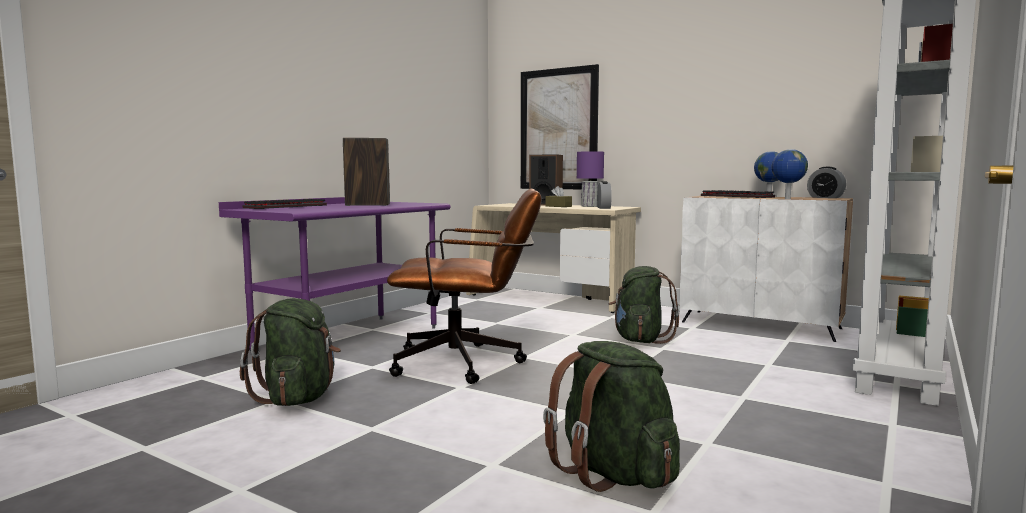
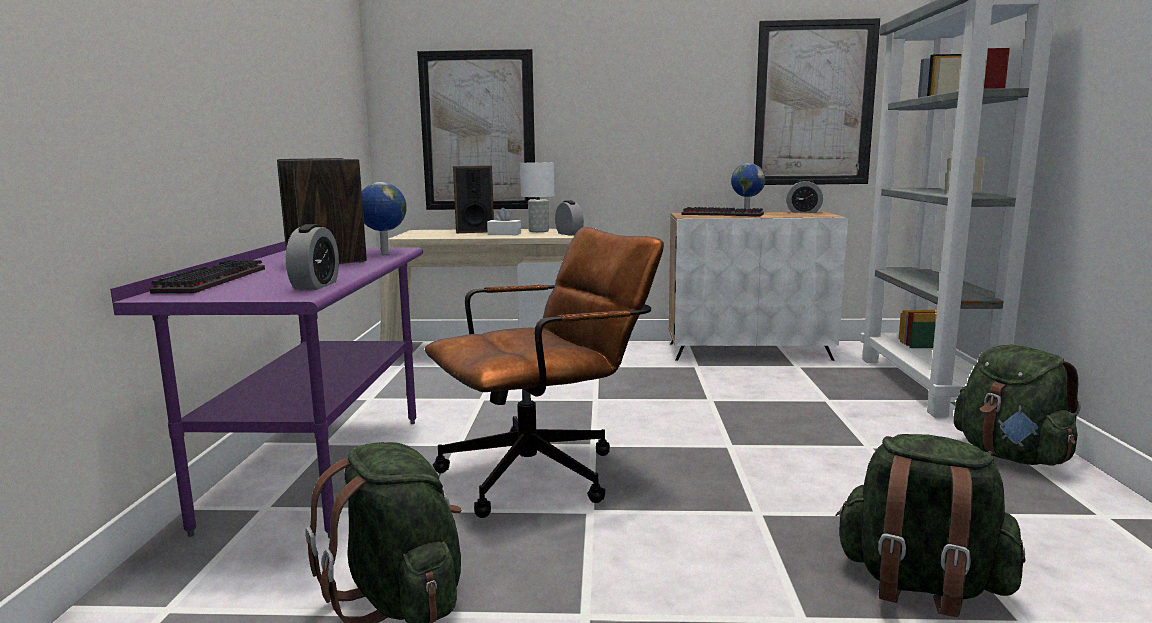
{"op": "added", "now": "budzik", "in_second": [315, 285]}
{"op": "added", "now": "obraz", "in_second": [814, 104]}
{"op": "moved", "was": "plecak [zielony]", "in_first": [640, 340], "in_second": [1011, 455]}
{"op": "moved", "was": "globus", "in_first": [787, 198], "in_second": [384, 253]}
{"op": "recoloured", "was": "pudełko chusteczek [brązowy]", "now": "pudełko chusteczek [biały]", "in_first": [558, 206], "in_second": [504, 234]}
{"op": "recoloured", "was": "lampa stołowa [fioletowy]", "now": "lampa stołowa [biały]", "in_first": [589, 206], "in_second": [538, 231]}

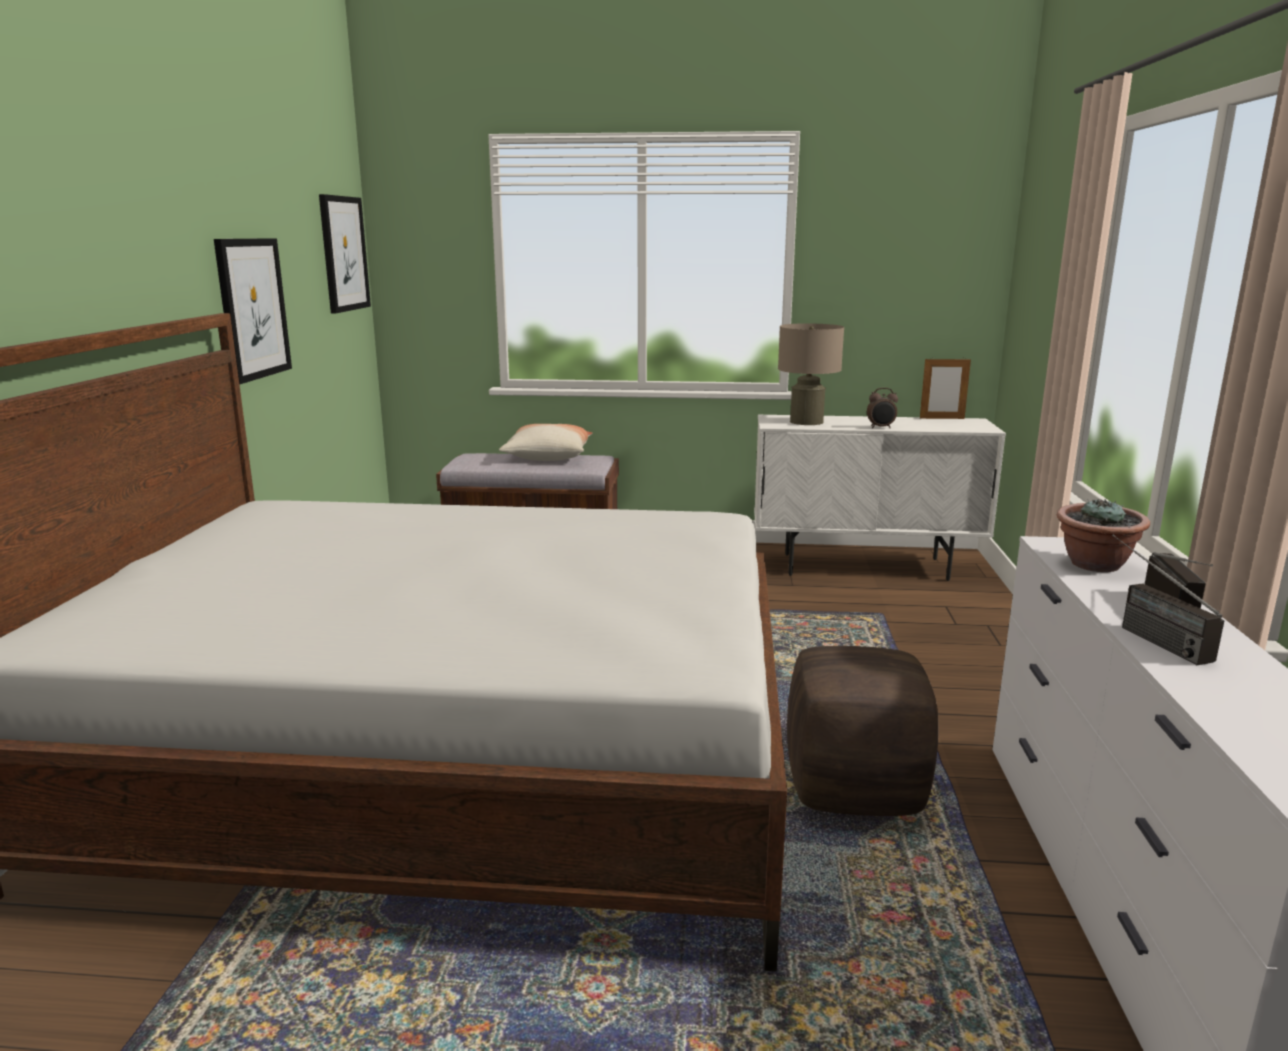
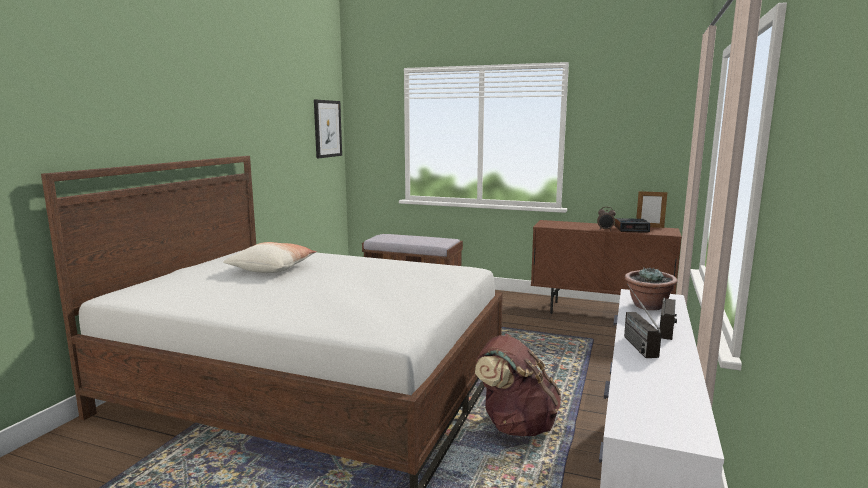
{"op": "removed", "was": "obraz", "in_first": [252, 308]}
{"op": "removed", "was": "lampa stołowa [beżowy]", "in_first": [806, 422]}
{"op": "added", "now": "budzik", "in_second": [631, 229]}
{"op": "moved", "was": "poduszka", "in_first": [548, 456], "in_second": [272, 268]}
{"op": "replaced", "was": "pufa [brązowy]", "now": "plecak [brązowy]", "in_first": [853, 788], "in_second": [515, 425]}
{"op": "recoloured", "was": "szafka [biały]", "now": "szafka [brązowy]", "in_first": [865, 567], "in_second": [599, 313]}

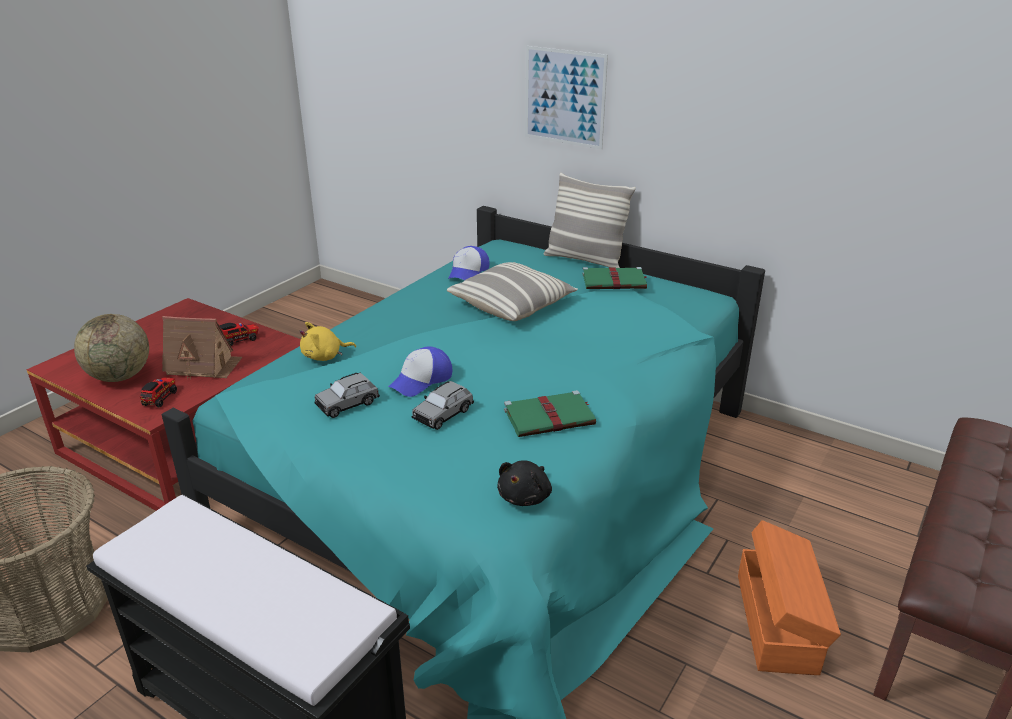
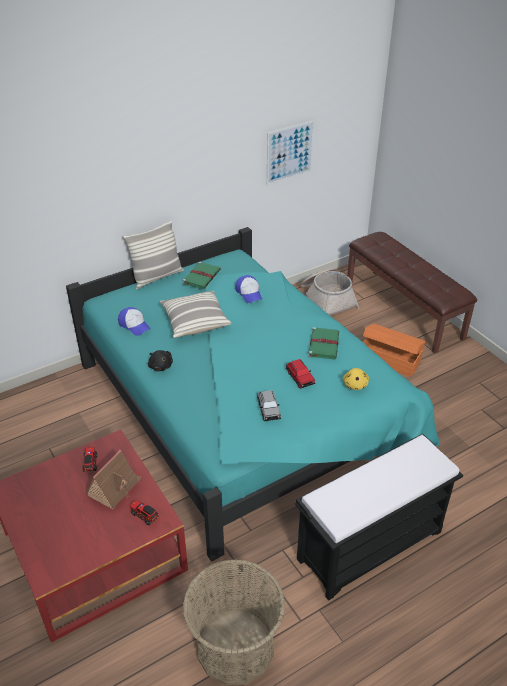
{"op": "removed", "was": "globus", "in_first": [120, 376]}
{"op": "added", "now": "koszyk", "in_second": [327, 299]}
{"op": "moved", "was": "pluszak [żółty]", "in_first": [325, 356], "in_second": [355, 384]}
{"op": "moved", "was": "czapka z daszkiem", "in_first": [421, 380], "in_second": [249, 293]}
{"op": "moved", "was": "pluszak [czarny]", "in_first": [526, 497], "in_second": [160, 366]}
{"op": "moved", "was": "obraz", "in_first": [564, 97], "in_second": [289, 152]}
{"op": "recoloured", "was": "samochodzik [szary]", "now": "samochodzik [czerwony]", "in_first": [443, 414], "in_second": [300, 378]}

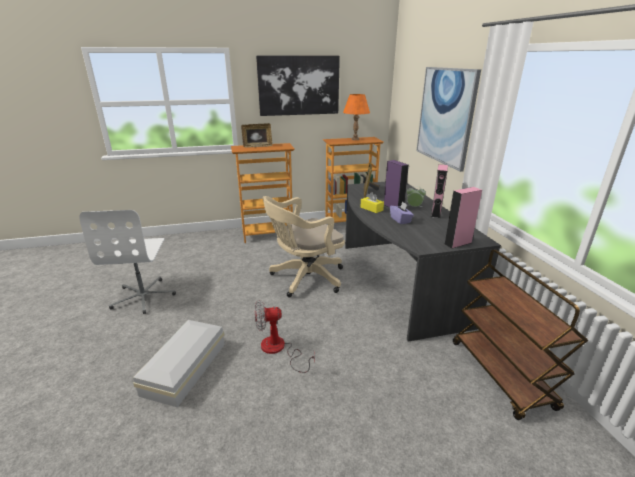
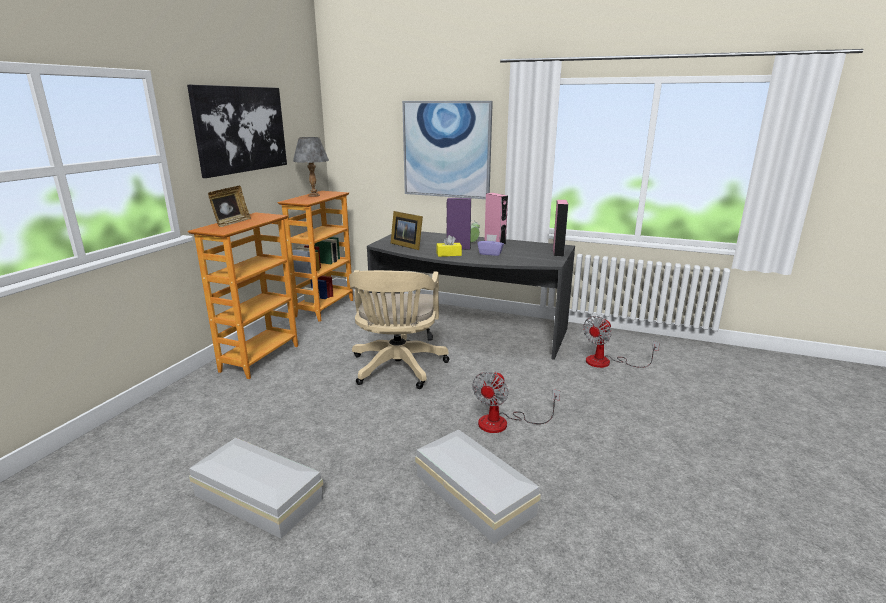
{"op": "removed", "was": "wózek [brązowy]", "in_first": [501, 374]}
{"op": "added", "now": "wentylator", "in_second": [607, 362]}
{"op": "replaced", "was": "krzesło biurowe [biały]", "now": "pojemnik do przechowywania [biały]", "in_first": [144, 296], "in_second": [258, 499]}
{"op": "recoloured", "was": "lampa stołowa [pomarańczowy]", "now": "lampa stołowa [szary]", "in_first": [355, 139], "in_second": [314, 195]}

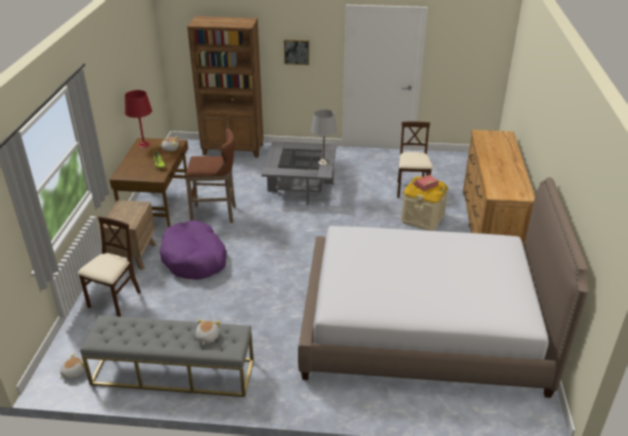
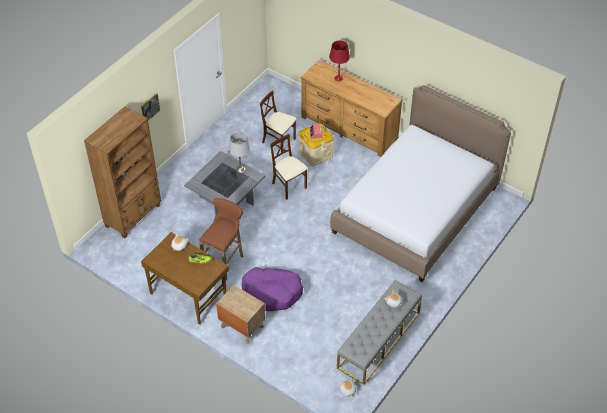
{"op": "moved", "was": "krzesło [beżowy]", "in_first": [115, 300], "in_second": [289, 186]}
{"op": "moved", "was": "lampa stołowa [czerwony]", "in_first": [144, 145], "in_second": [338, 78]}

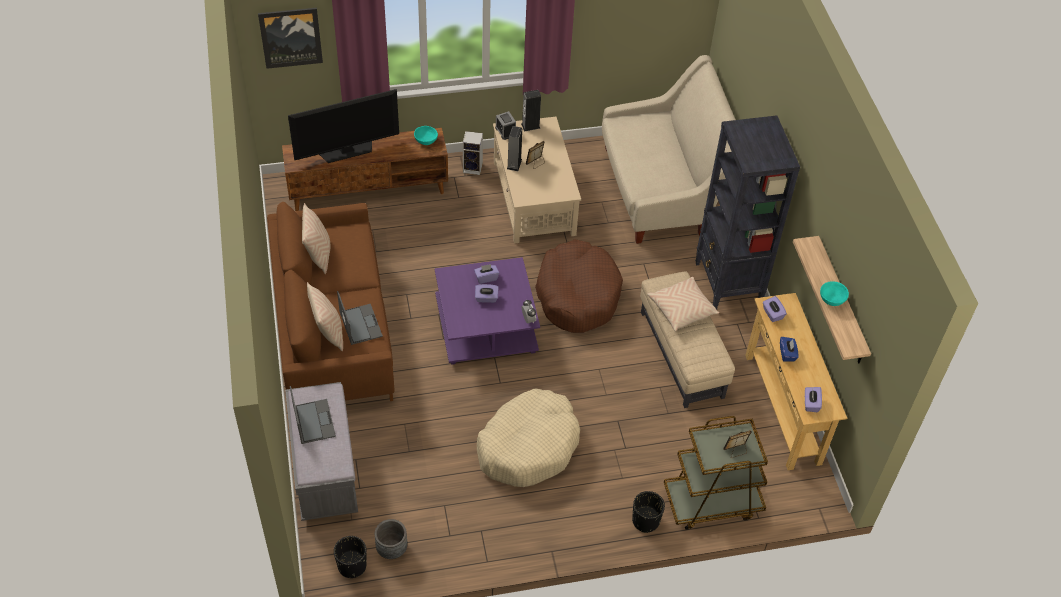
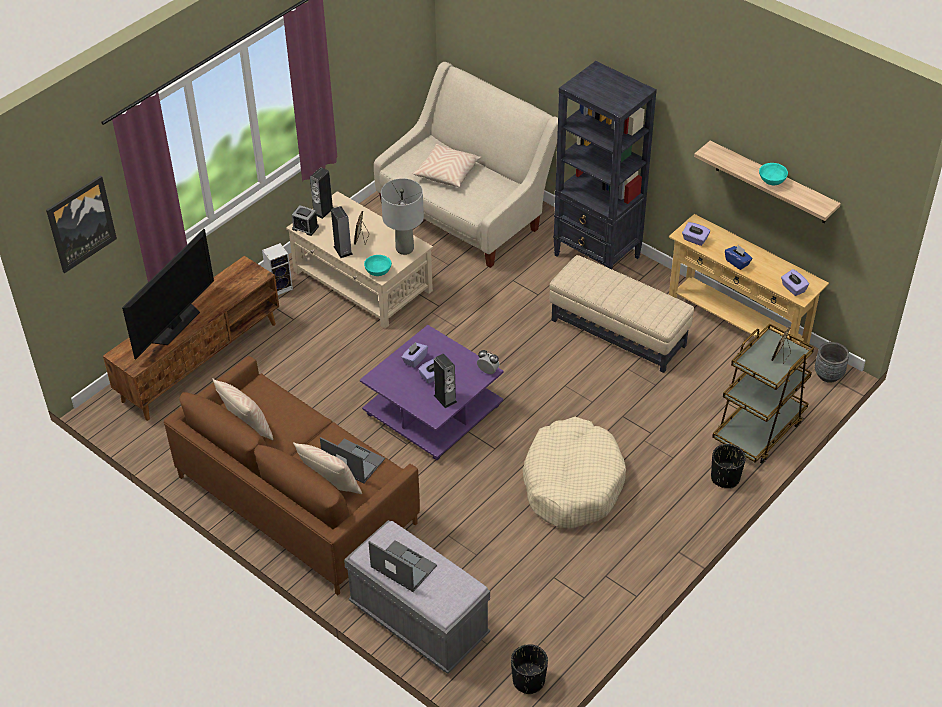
{"op": "removed", "was": "legowisko [brązowy]", "in_first": [577, 295]}
{"op": "added", "now": "lampa stołowa [szary]", "in_second": [405, 248]}
{"op": "added", "now": "głośnik", "in_second": [445, 398]}
{"op": "moved", "was": "donica [szary]", "in_first": [391, 549], "in_second": [828, 375]}
{"op": "moved", "was": "miska [turkusowy]", "in_first": [426, 141], "in_second": [378, 272]}
{"op": "moved", "was": "poduszka [beżowy]", "in_first": [682, 309], "in_second": [447, 173]}

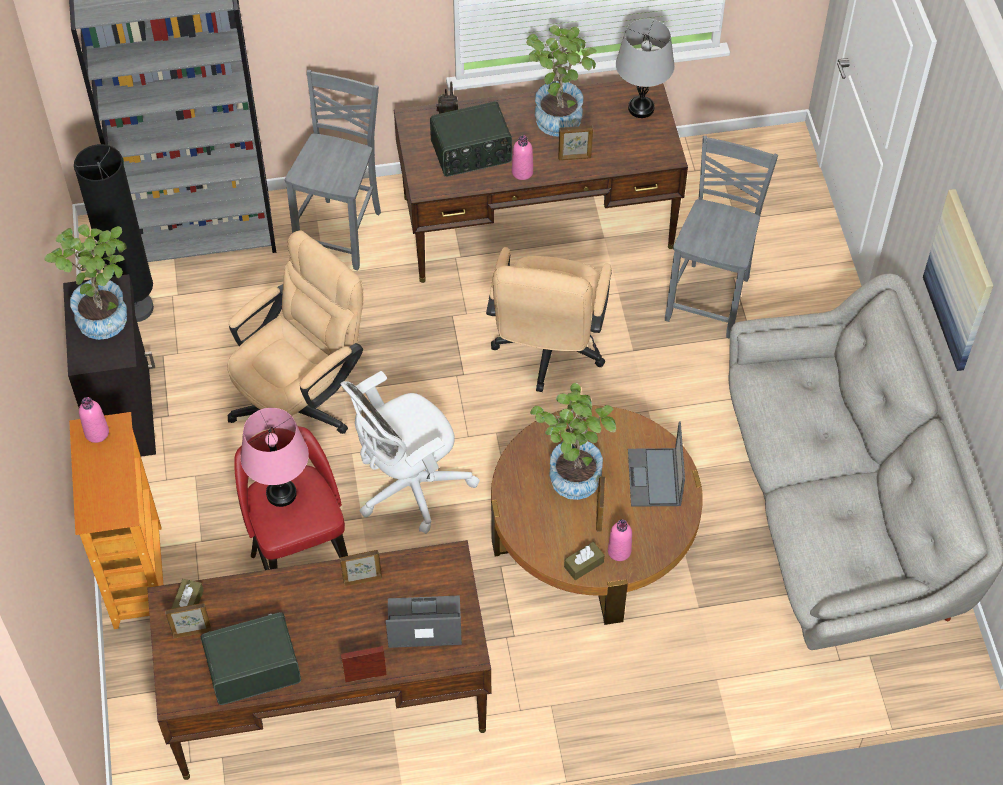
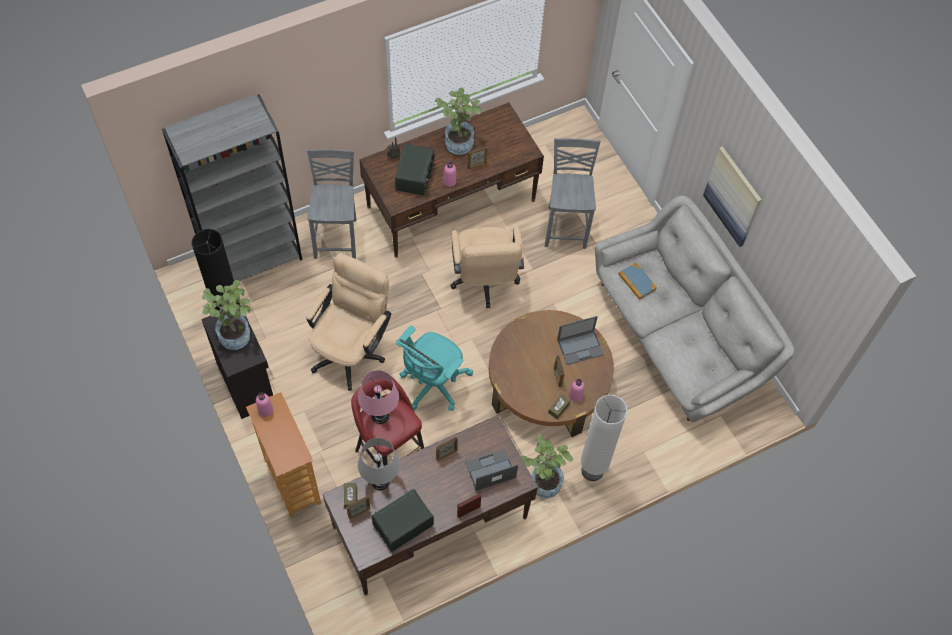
{"op": "added", "now": "lampa stojąca [biały]", "in_second": [592, 470]}
{"op": "added", "now": "książka", "in_second": [637, 282]}
{"op": "moved", "was": "roślina doniczkowa", "in_first": [572, 471], "in_second": [543, 480]}
{"op": "moved", "was": "lampa stołowa [szary]", "in_first": [641, 108], "in_second": [380, 481]}
{"op": "recoloured", "was": "krzesło biurowe [biały]", "now": "krzesło biurowe [turkusowy]", "in_first": [408, 488], "in_second": [432, 385]}
{"op": "turned", "was": "radio", "in_first": [471, 153], "in_second": [415, 176], "clockwise": -45}
{"op": "turned", "was": "laptop", "in_first": [654, 478], "in_second": [580, 347], "clockwise": -90}

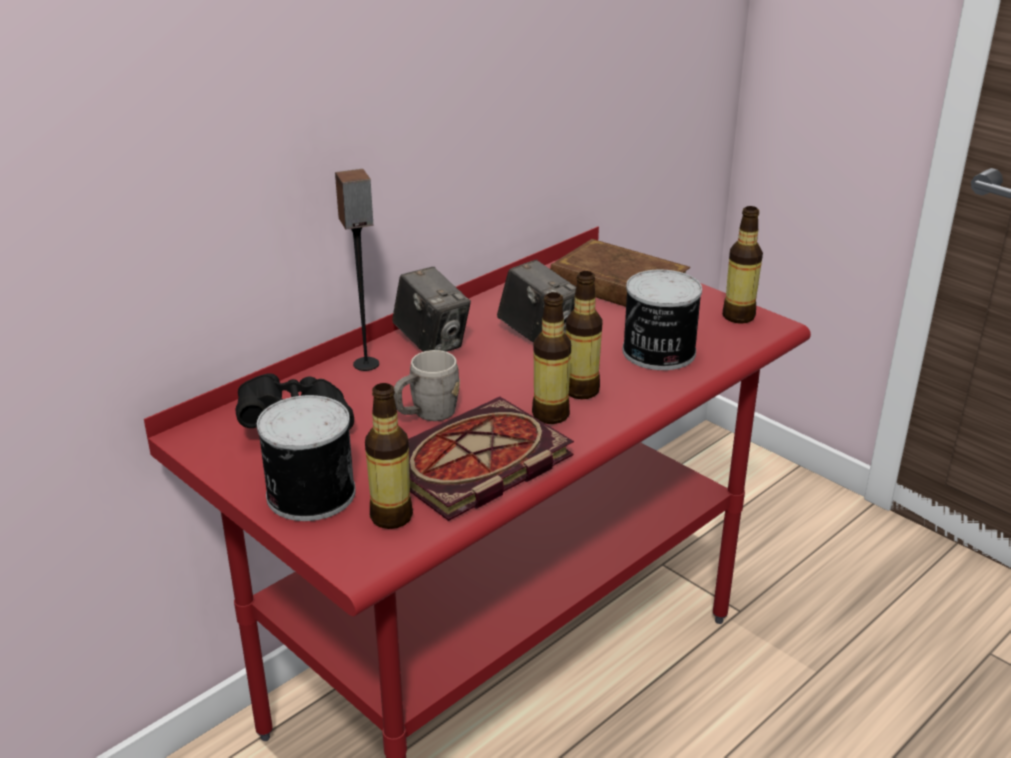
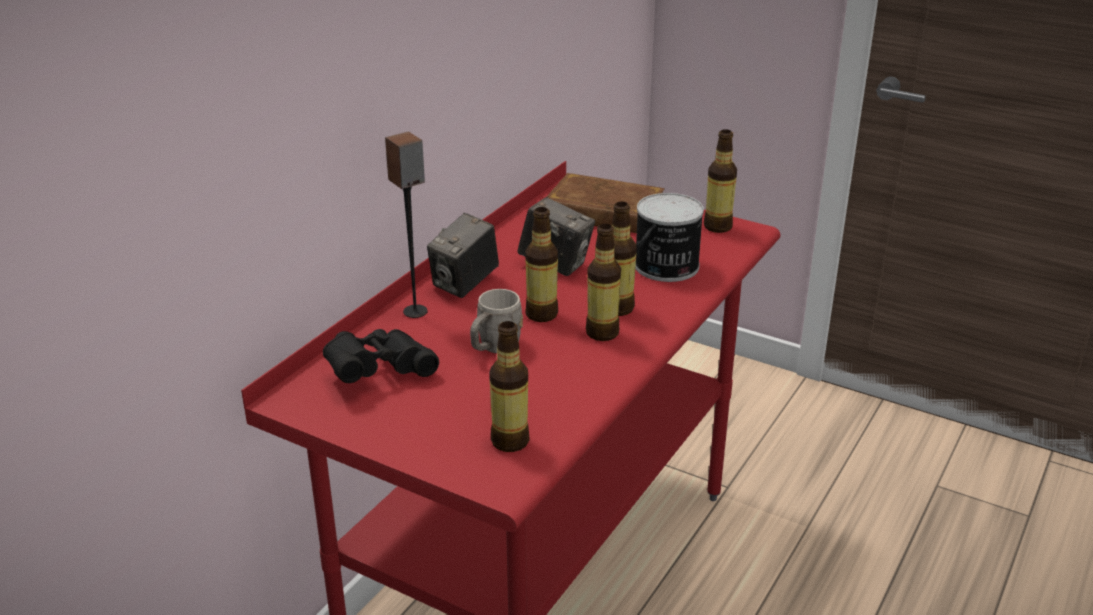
{"op": "removed", "was": "puszka", "in_first": [308, 493]}
{"op": "removed", "was": "książka", "in_first": [474, 466]}
{"op": "added", "now": "butelka", "in_second": [541, 314]}
{"op": "turned", "was": "aparat fotograficzny", "in_first": [432, 342], "in_second": [465, 284], "clockwise": 90}

